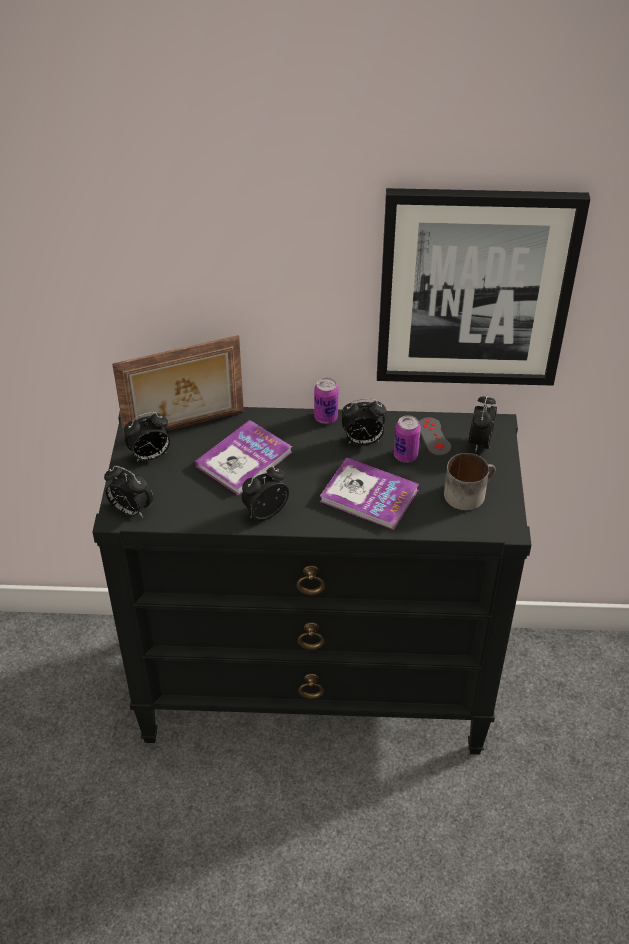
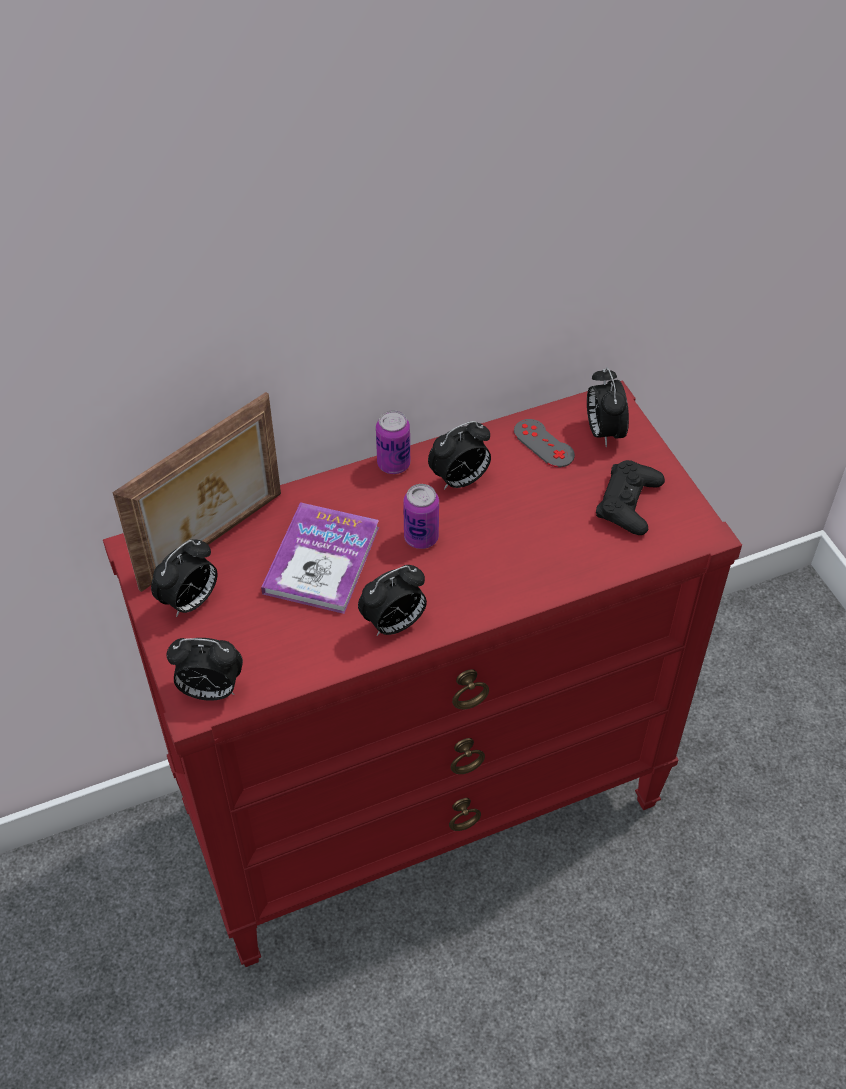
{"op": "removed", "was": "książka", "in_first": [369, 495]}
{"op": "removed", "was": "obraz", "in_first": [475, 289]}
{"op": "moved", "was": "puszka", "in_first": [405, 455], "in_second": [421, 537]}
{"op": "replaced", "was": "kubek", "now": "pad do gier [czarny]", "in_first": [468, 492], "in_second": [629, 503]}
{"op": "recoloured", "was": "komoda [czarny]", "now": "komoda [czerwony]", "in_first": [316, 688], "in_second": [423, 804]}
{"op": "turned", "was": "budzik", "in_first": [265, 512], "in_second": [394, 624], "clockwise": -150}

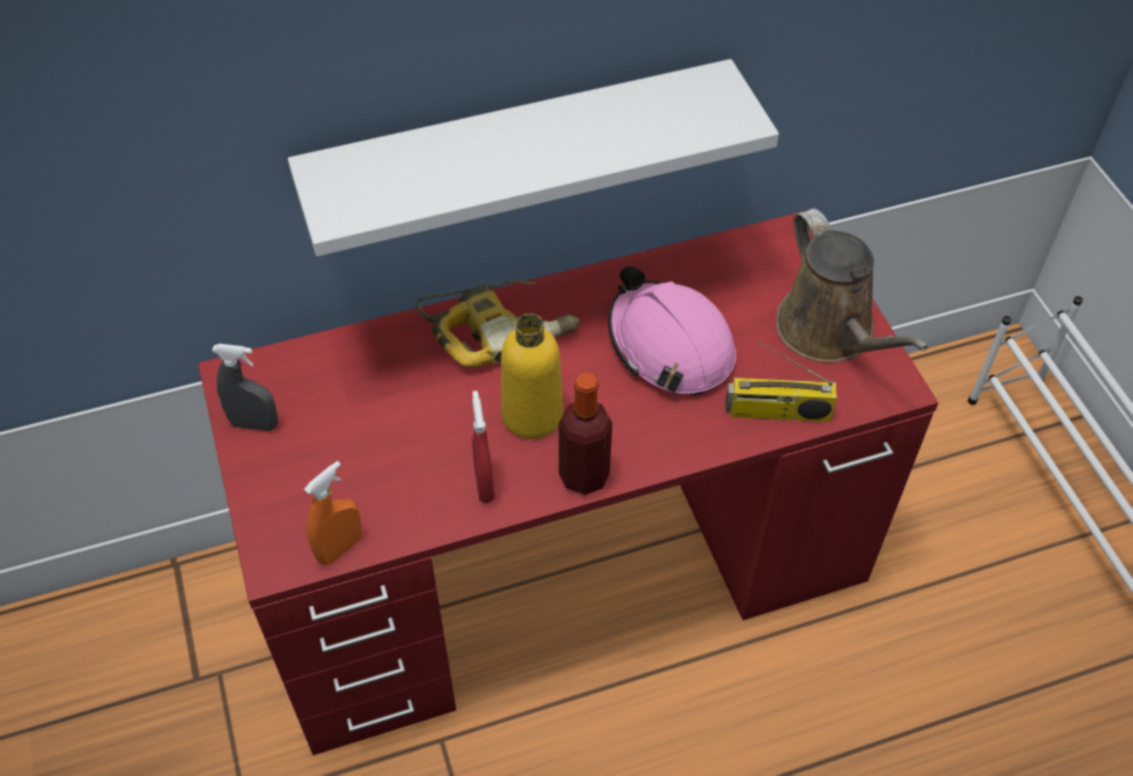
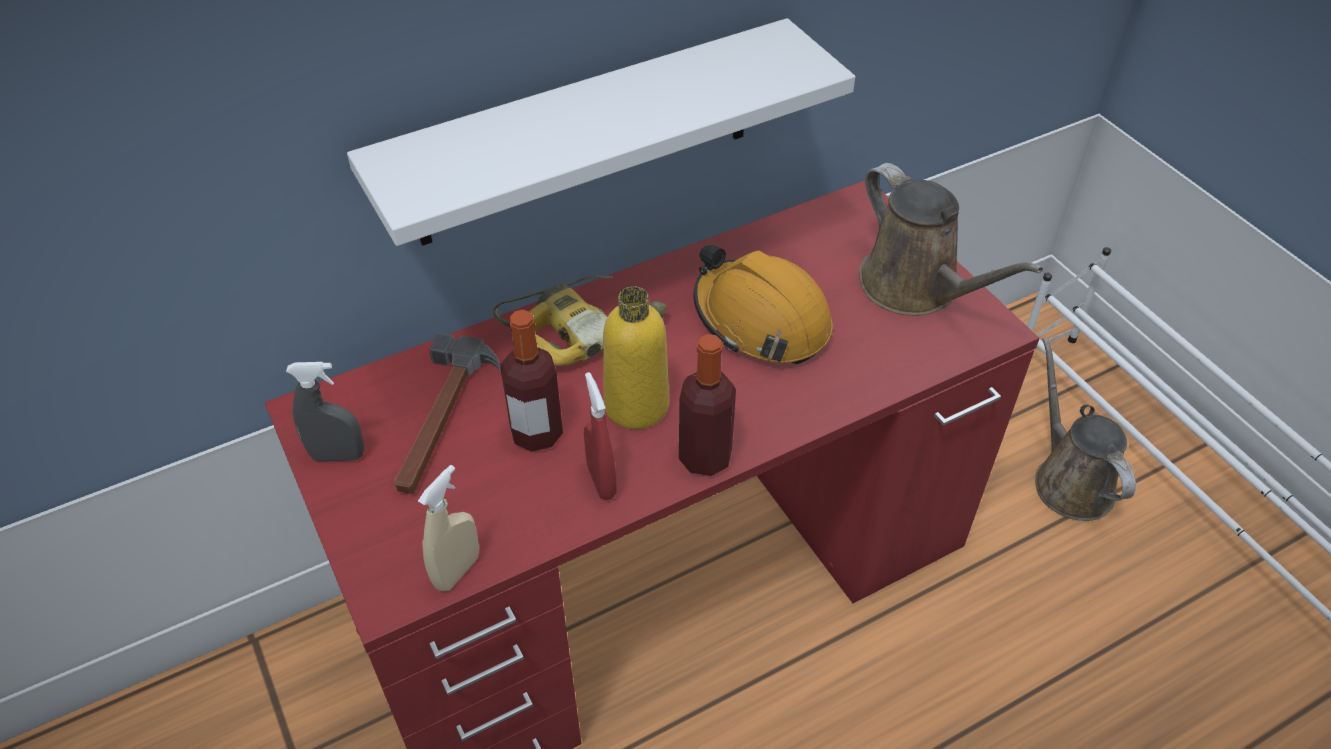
{"op": "removed", "was": "radio", "in_first": [777, 412]}
{"op": "added", "now": "młotek", "in_second": [442, 418]}
{"op": "added", "now": "butelka", "in_second": [537, 433]}
{"op": "added", "now": "konewka [brązowy]", "in_second": [1069, 480]}
{"op": "recoloured", "was": "spryskiwacz [pomarańczowy]", "now": "spryskiwacz [beżowy]", "in_first": [340, 548], "in_second": [457, 571]}
{"op": "recoloured", "was": "kask [różowy]", "now": "kask [pomarańczowy]", "in_first": [669, 345], "in_second": [761, 320]}

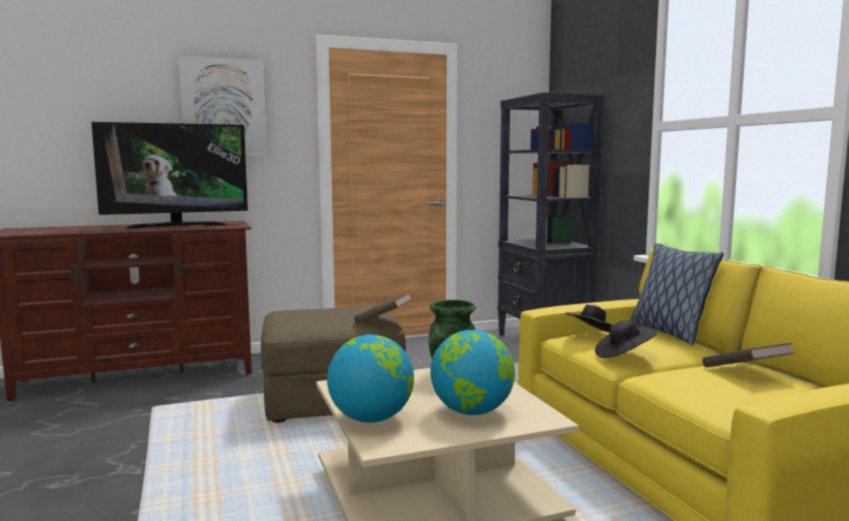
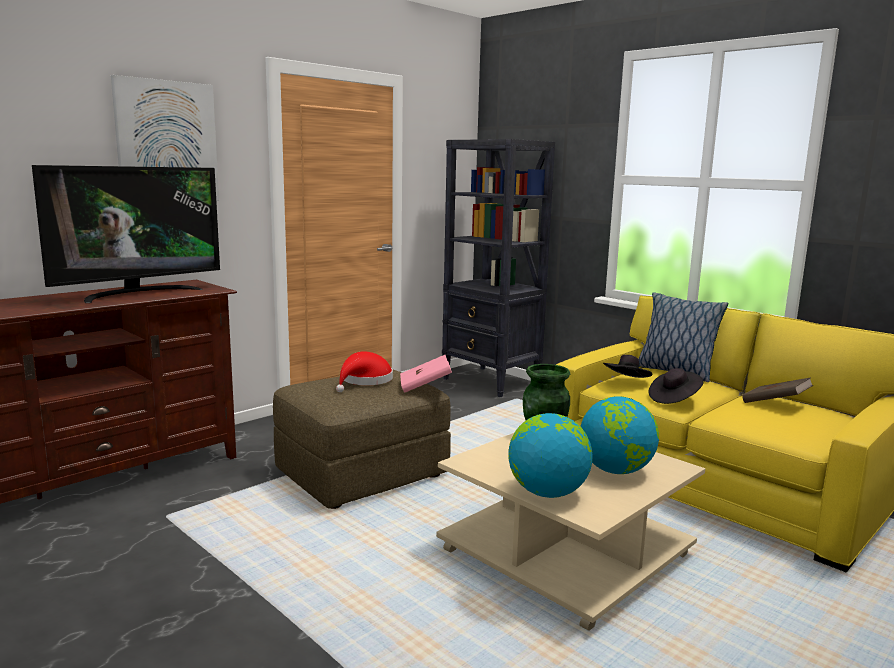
{"op": "added", "now": "kapelusz [czerwony]", "in_second": [365, 381]}
{"op": "recoloured", "was": "książka [brązowy]", "now": "książka [różowy]", "in_first": [383, 321], "in_second": [425, 386]}

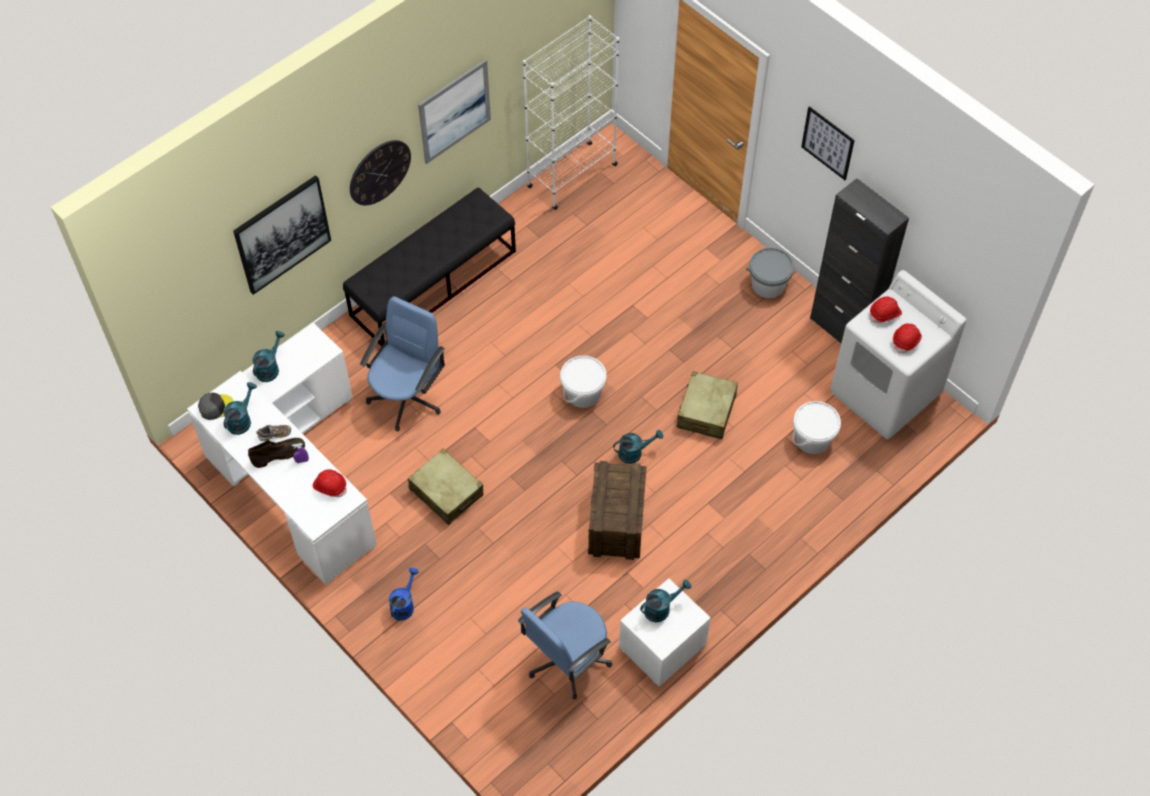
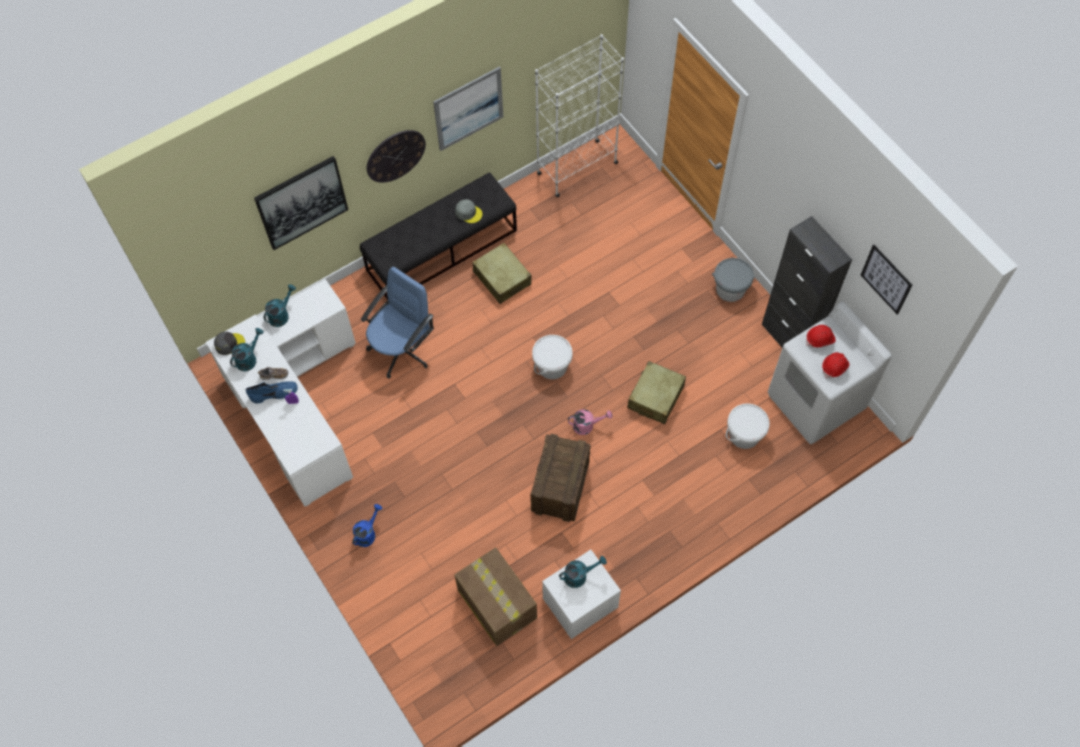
{"op": "removed", "was": "kask [czerwony]", "in_first": [330, 486]}
{"op": "added", "now": "czapka z daszkiem [szary]", "in_second": [468, 213]}
{"op": "moved", "was": "walizka [beżowy]", "in_first": [446, 492], "in_second": [502, 278]}
{"op": "moved", "was": "obraz", "in_first": [827, 143], "in_second": [886, 279]}
{"op": "replaced", "was": "krzesło biurowe [niebieski]", "now": "karton", "in_first": [566, 660], "in_second": [496, 603]}
{"op": "recoloured", "was": "but z cholewką [brązowy]", "now": "but z cholewką [niebieski]", "in_first": [279, 454], "in_second": [274, 393]}
{"op": "recoloured", "was": "konewka [turkusowy]", "now": "konewka [różowy]", "in_first": [634, 452], "in_second": [587, 425]}

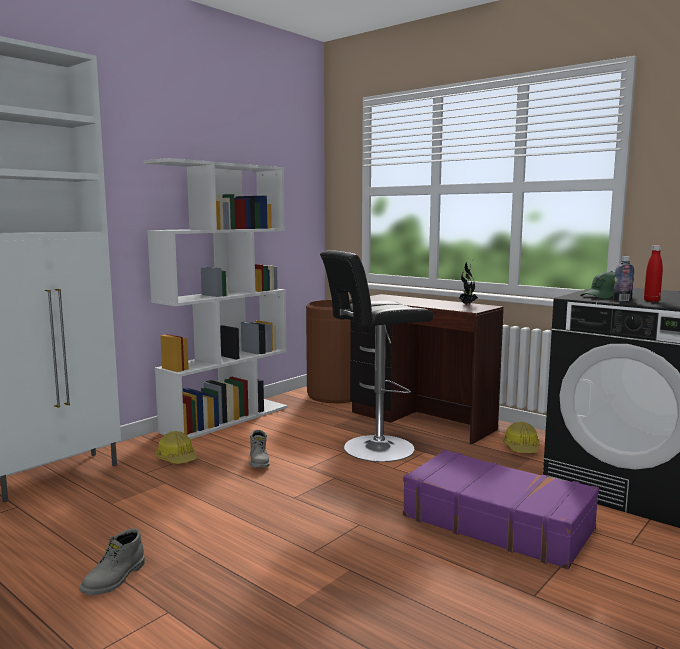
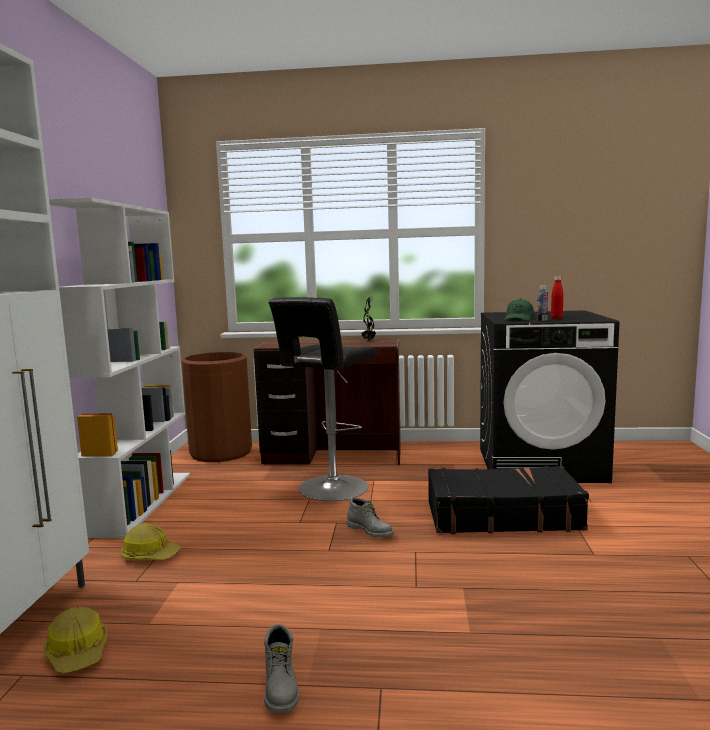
{"op": "moved", "was": "but z cholewką [szary]", "in_first": [259, 461], "in_second": [370, 531]}
{"op": "moved", "was": "kask", "in_first": [521, 448], "in_second": [78, 653]}
{"op": "recoloured", "was": "walizka [fioletowy]", "now": "walizka [czarny]", "in_first": [497, 522], "in_second": [502, 515]}

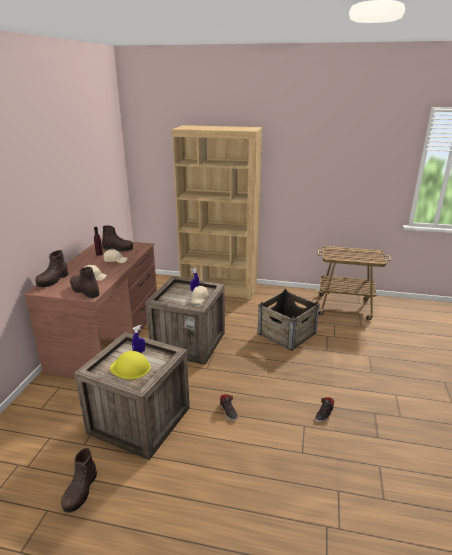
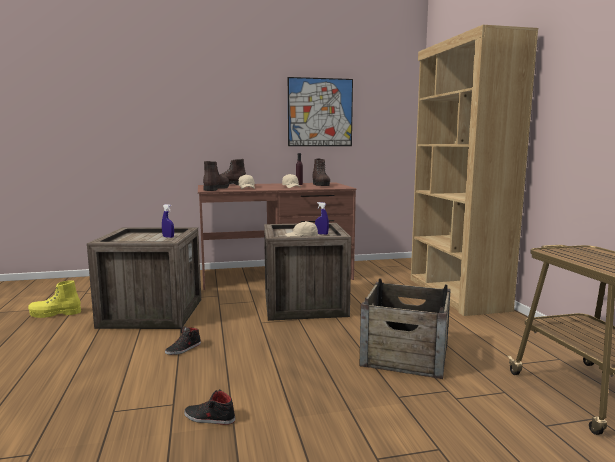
{"op": "removed", "was": "kask [żółty]", "in_first": [130, 367]}
{"op": "added", "now": "obraz", "in_second": [320, 112]}
{"op": "recoloured", "was": "but z cholewką [brązowy]", "now": "but z cholewką [żółty]", "in_first": [80, 491], "in_second": [55, 314]}

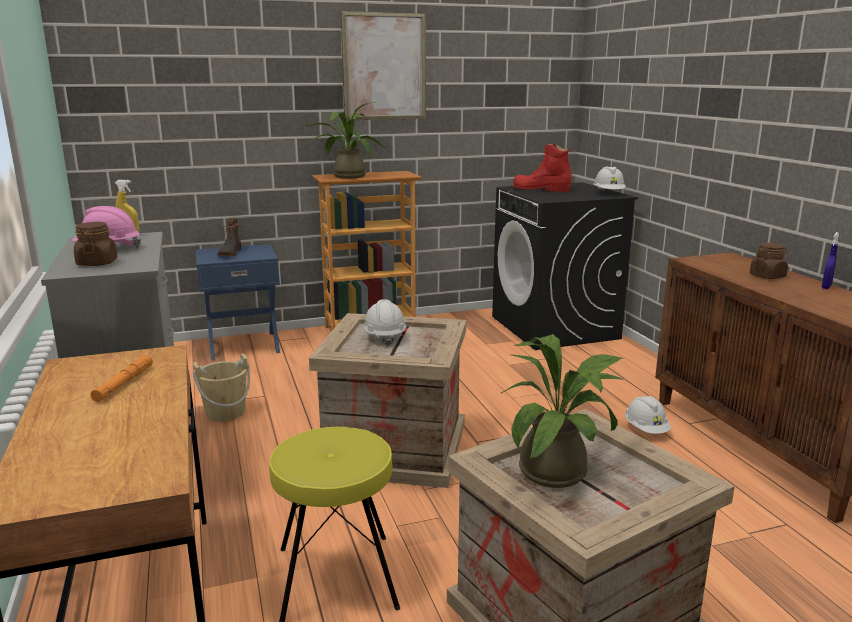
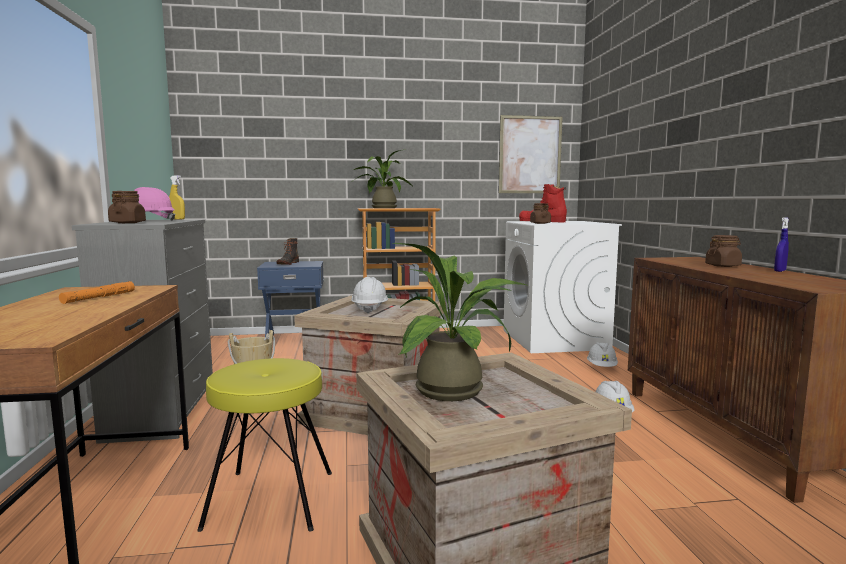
{"op": "added", "now": "słoik [brązowy]", "in_second": [540, 223]}
{"op": "moved", "was": "obraz", "in_first": [384, 67], "in_second": [530, 155]}
{"op": "moved", "was": "kask [biały]", "in_first": [608, 193], "in_second": [602, 367]}
{"op": "recoloured", "was": "pralka [czarny]", "now": "pralka [biały]", "in_first": [555, 328], "in_second": [555, 340]}

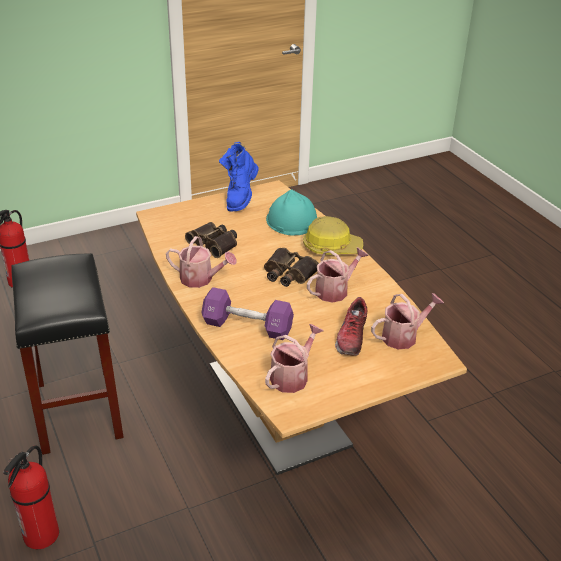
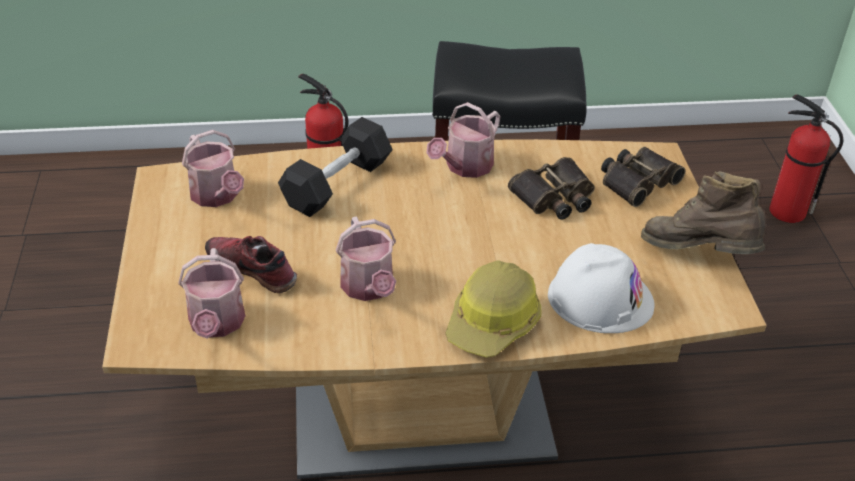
{"op": "moved", "was": "lornetka", "in_first": [288, 273], "in_second": [636, 181]}
{"op": "recoloured", "was": "hantel [fioletowy]", "now": "hantel [czarny]", "in_first": [247, 326], "in_second": [337, 184]}
{"op": "recoloured", "was": "but z cholewką [niebieski]", "now": "but z cholewką [brązowy]", "in_first": [240, 198], "in_second": [698, 256]}
{"op": "recoloured", "was": "kask [turkusowy]", "now": "kask [biały]", "in_first": [291, 220], "in_second": [600, 298]}

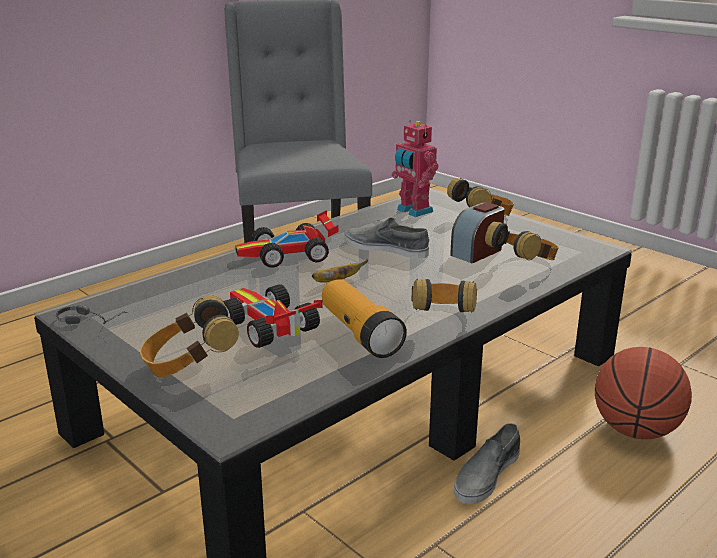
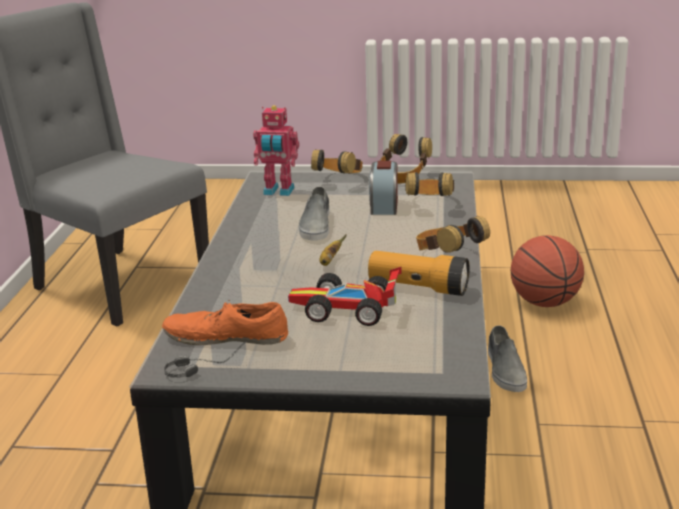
{"op": "removed", "was": "samochodzik", "in_first": [289, 255]}
{"op": "added", "now": "but [pomarańczowy]", "in_second": [226, 337]}
{"op": "moved", "was": "słuchawki", "in_first": [189, 364], "in_second": [404, 176]}
{"op": "turned", "was": "but [szary]", "in_first": [386, 248], "in_second": [315, 225], "clockwise": -75}

